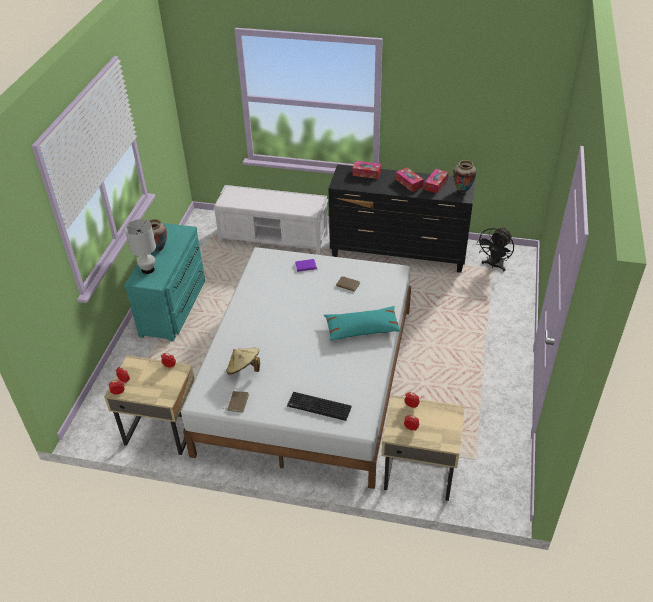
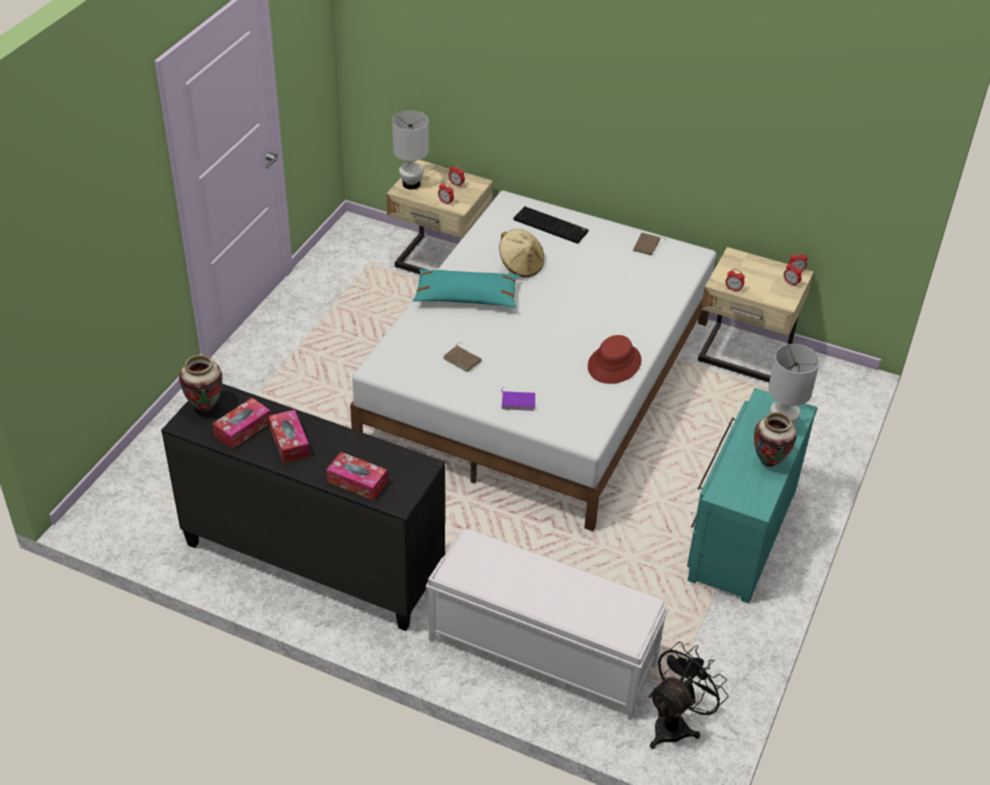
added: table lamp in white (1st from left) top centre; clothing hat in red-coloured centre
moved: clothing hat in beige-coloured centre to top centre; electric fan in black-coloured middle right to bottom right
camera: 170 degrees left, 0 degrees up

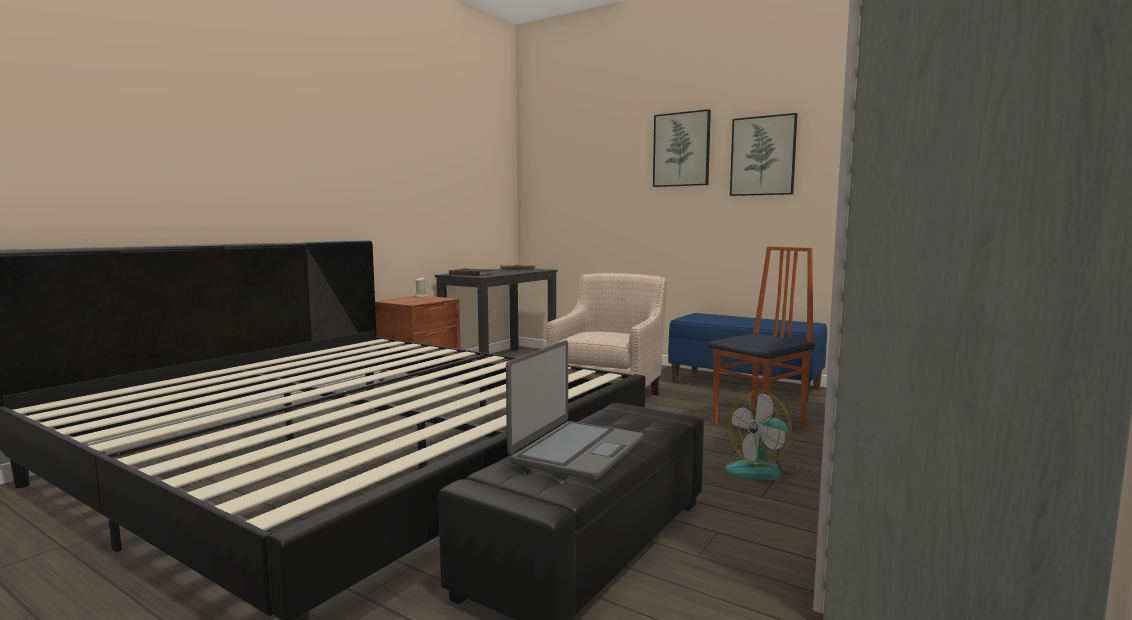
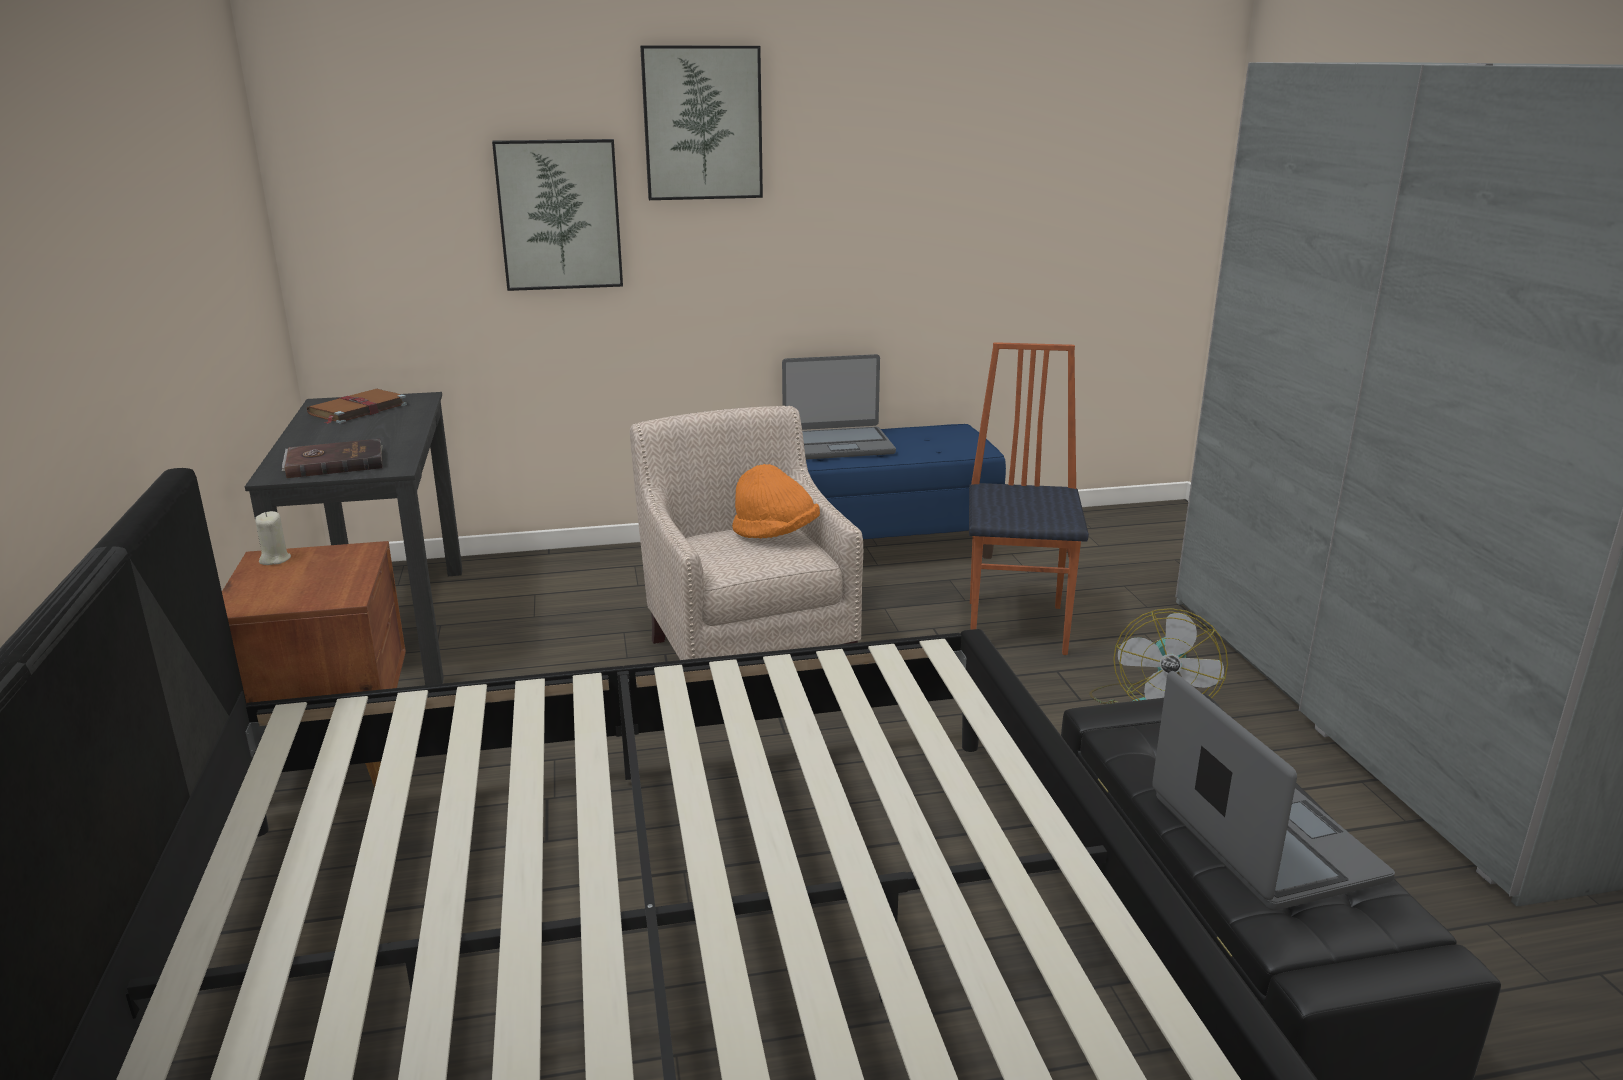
added: clothing hat in orange-coloured centre; notebook computer (1st from left) centre
moved: wall picture (2nd from left in the first image) top right to wall picture (1st from left) top centre
camera: 45 degrees left, 15 degrees up

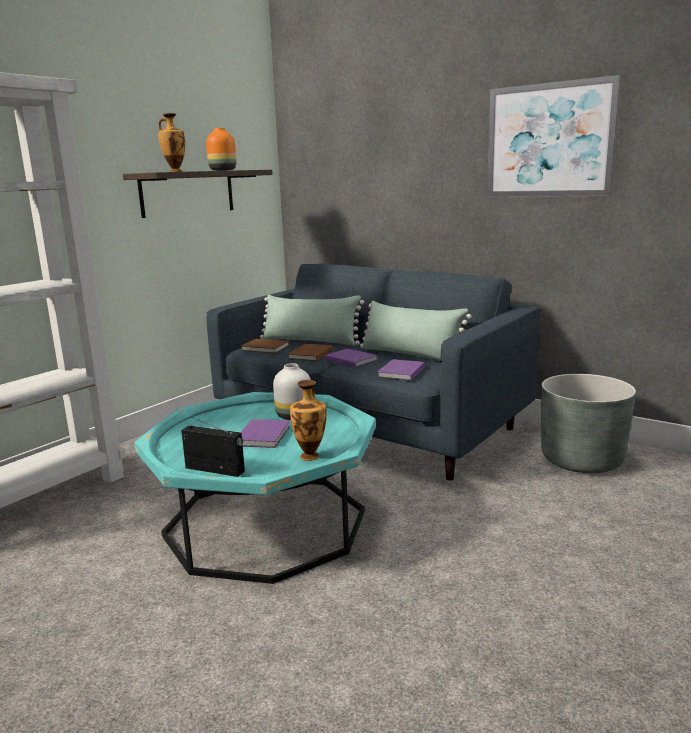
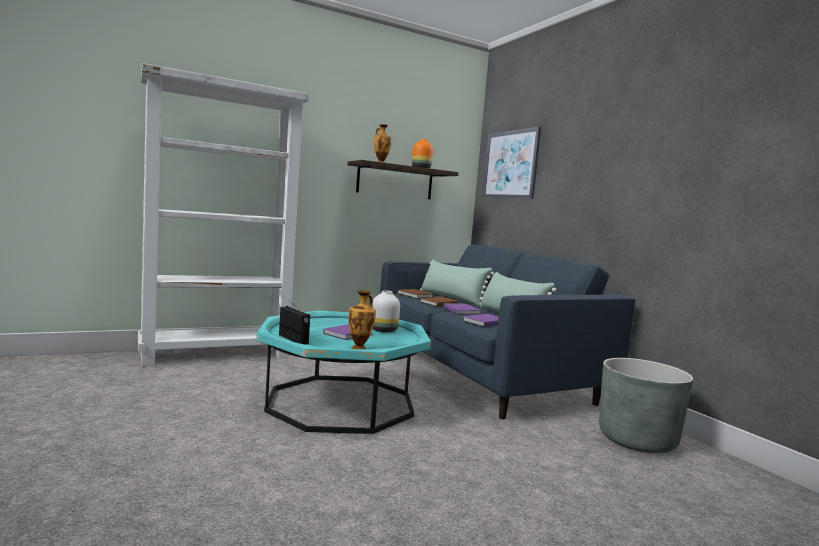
moved: wall picture top right to top centre
camera: 25 degrees right, 10 degrees down

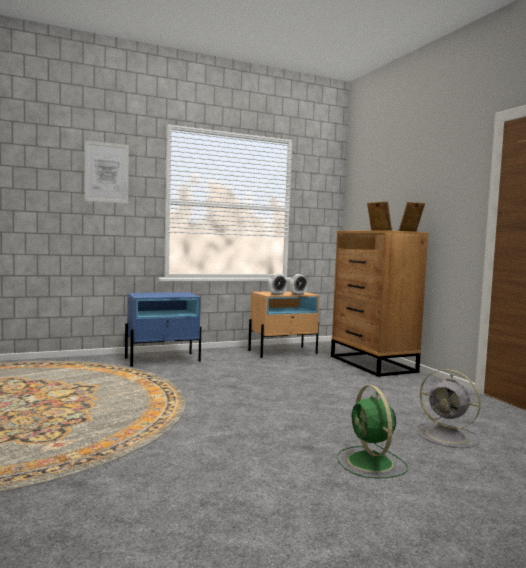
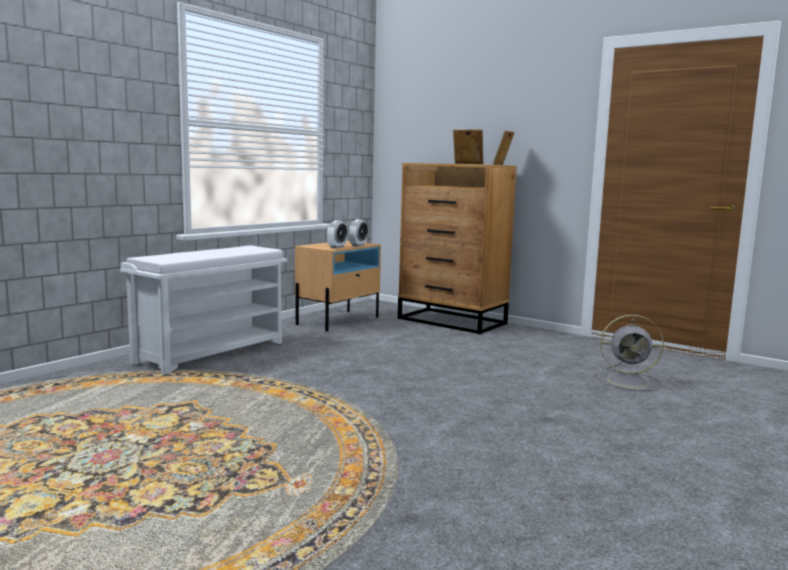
removed: wall picture top left; electric fan in green bottom right
replaced: nightstand in bluish middle left to bench in white middle left
camera: 30 degrees left, 5 degrees up

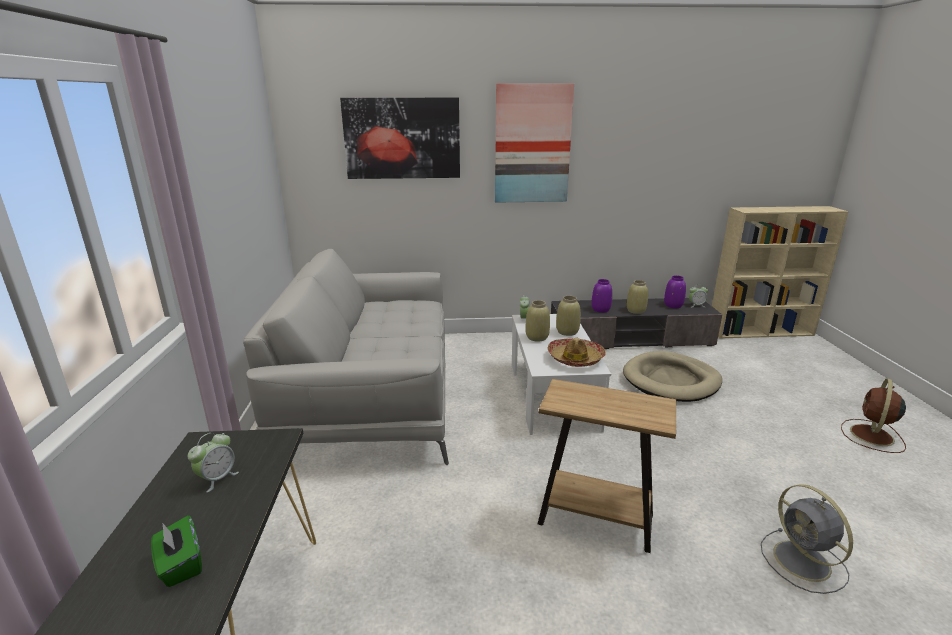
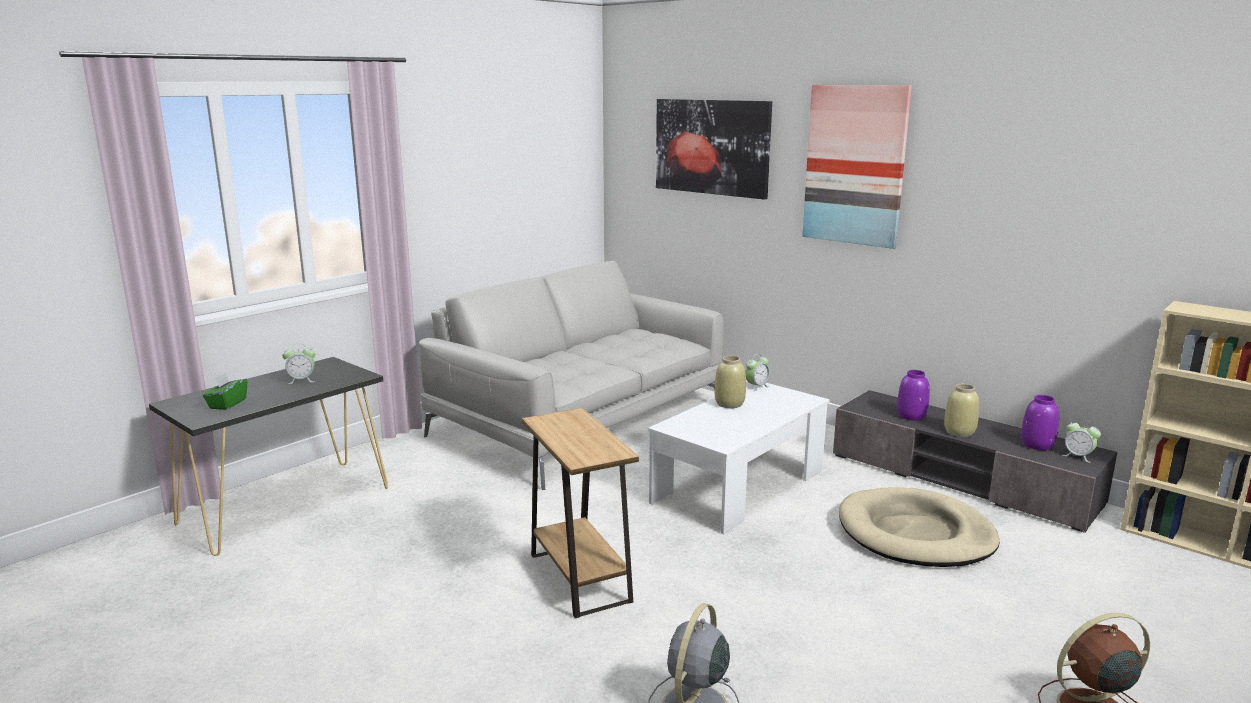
removed: clothing hat centre; decorative vase in beige-coloured (2nd from left) centre
camera: 45 degrees right, 5 degrees down

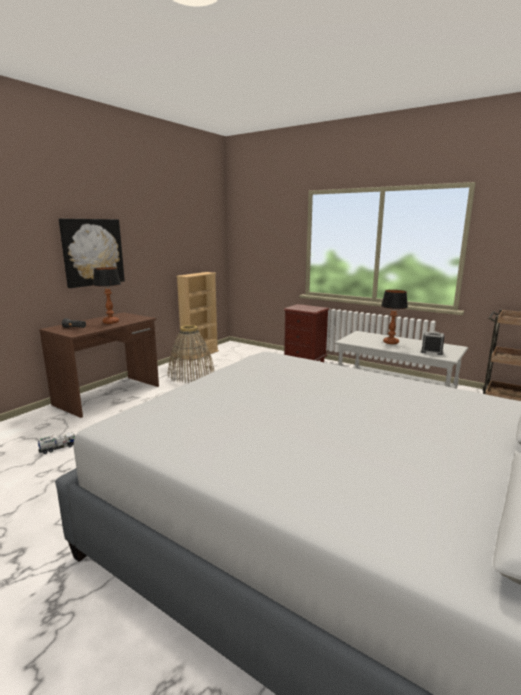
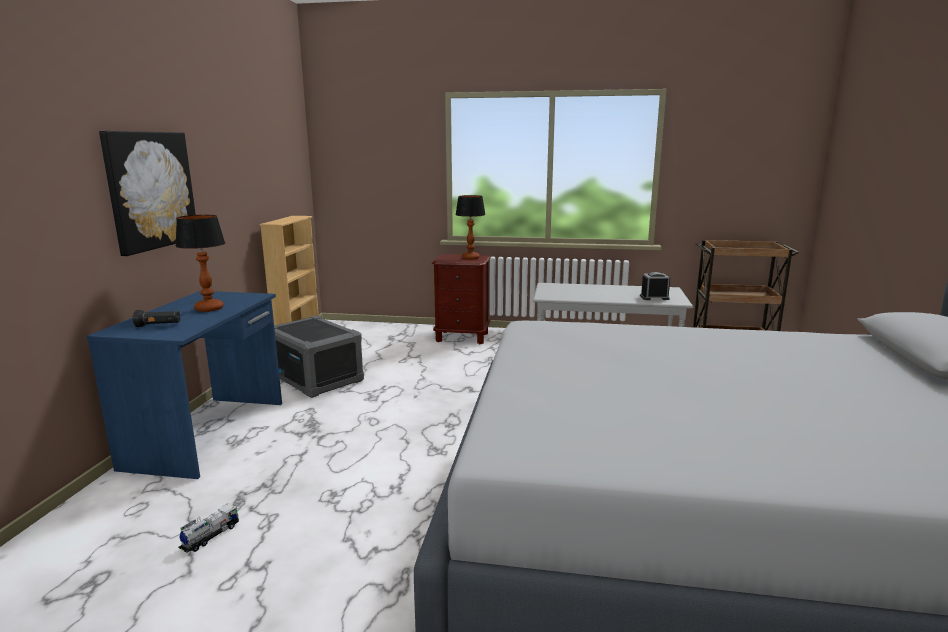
moved: table lamp (2nd from left) middle right to centre
replaced: storage basket centre to storage bin in grey centre
recoloured: desk unit in brownish middle left to desk unit in bluish middle left
camera: 25 degrees left, 0 degrees up

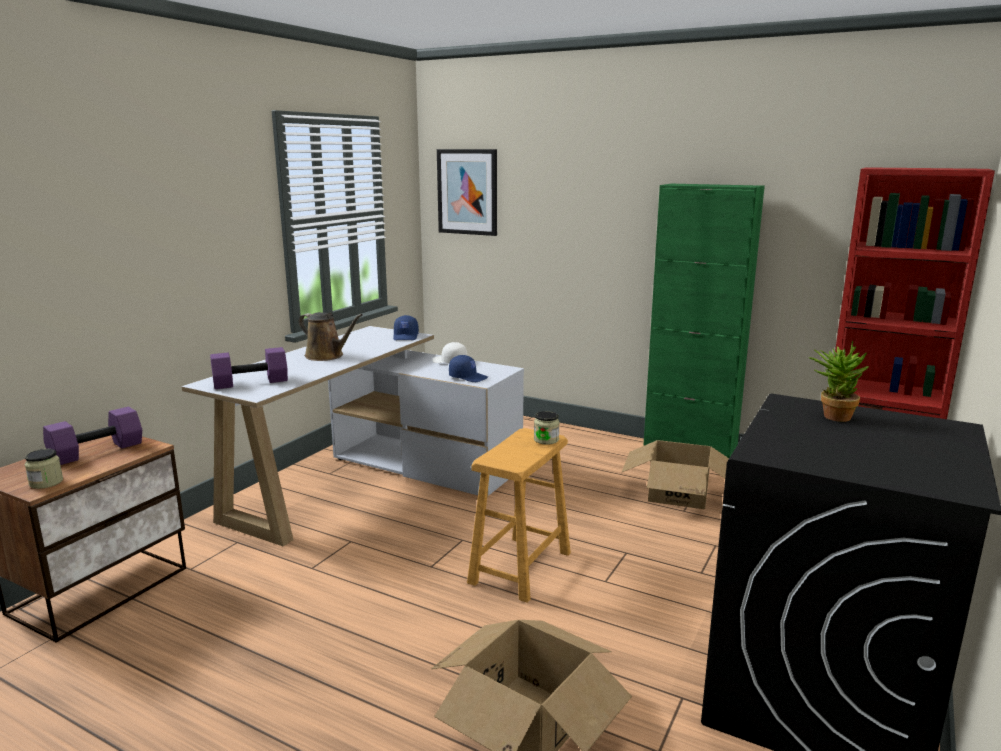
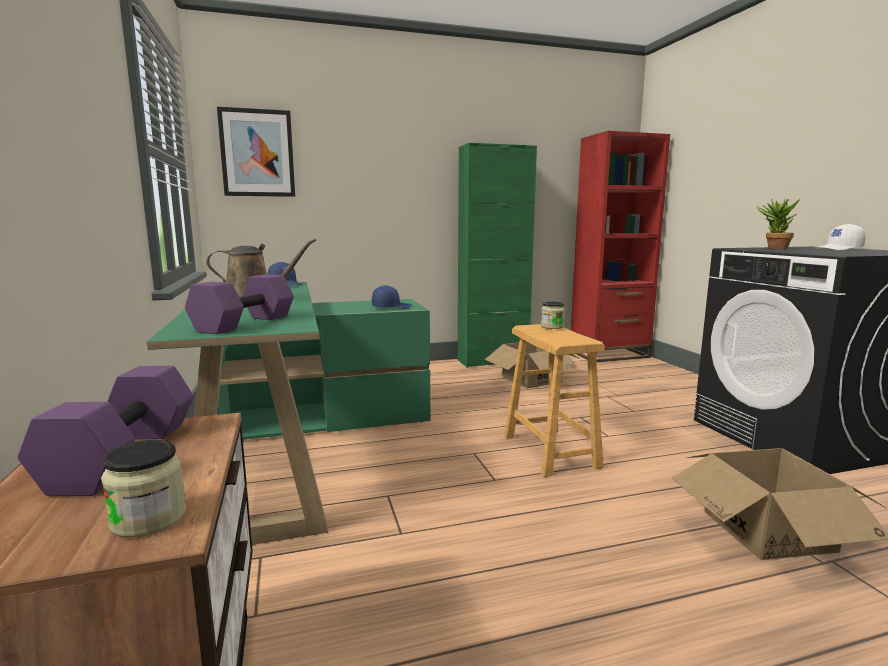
moved: peaked cap in white centre to middle right
recoloured: desk unit in white centre to desk unit in green middle left
camera: 45 degrees left, 5 degrees down

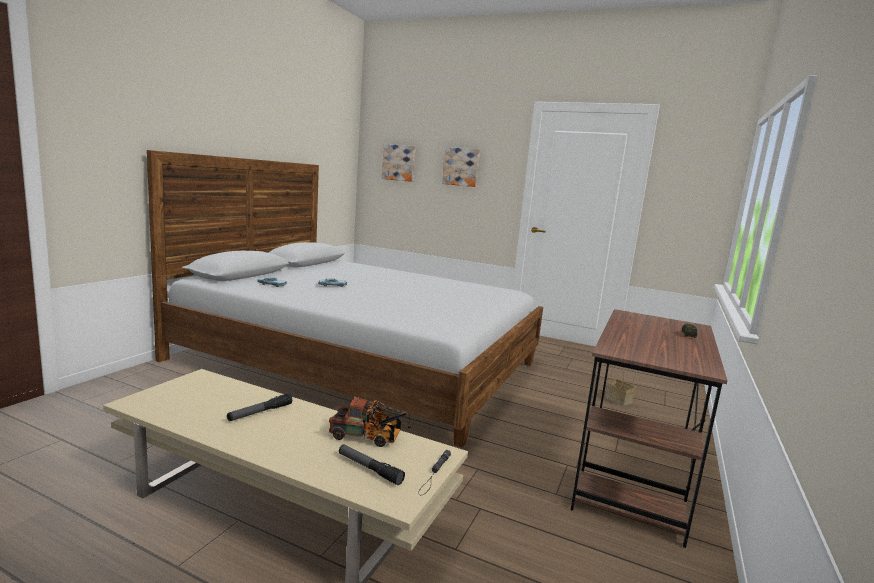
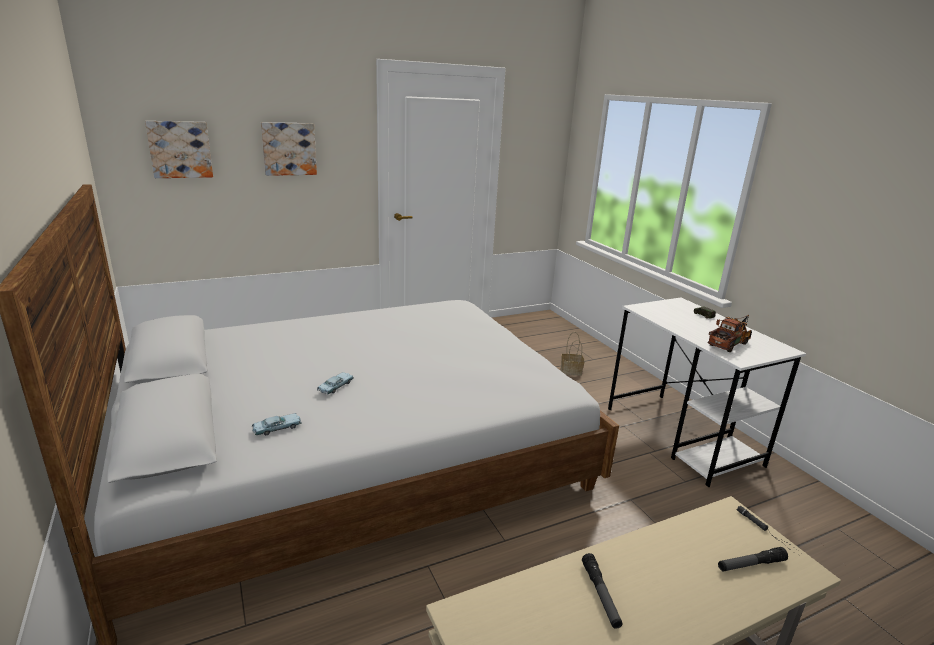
moved: model truck bottom centre to middle right
recoloured: desk unit in brownish bottom right to desk unit in white middle right
camera: 50 degrees left, 10 degrees up

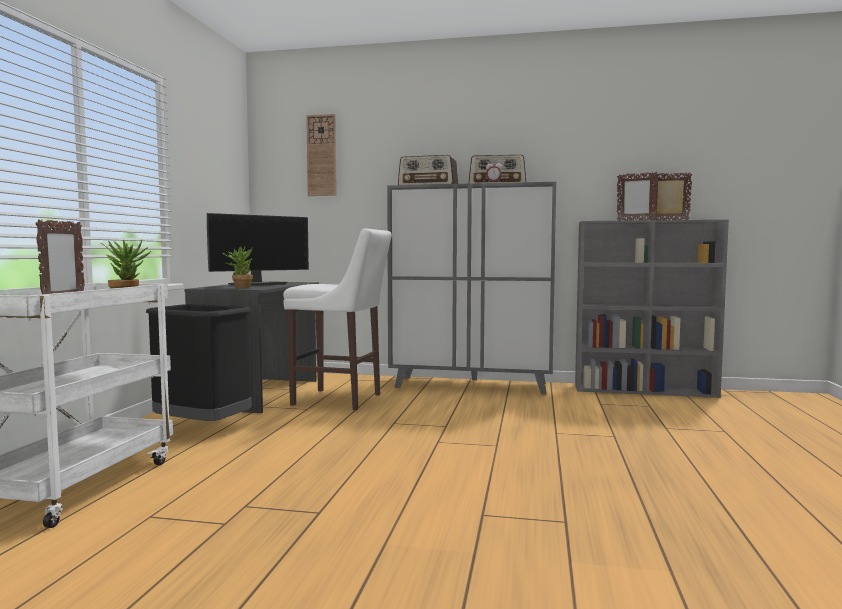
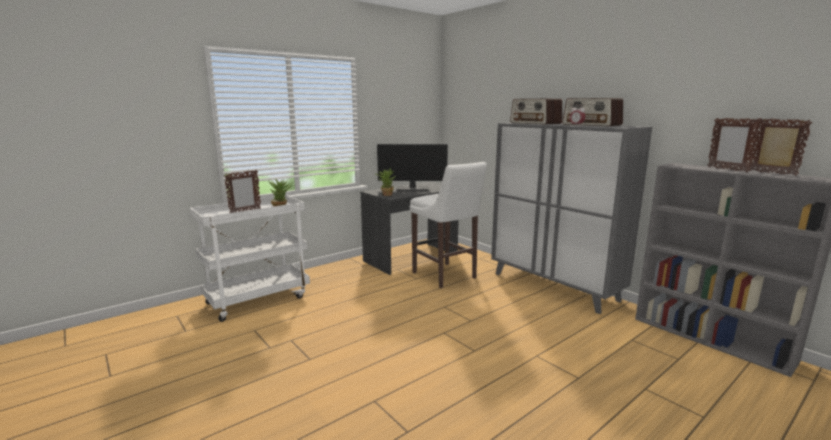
removed: rubbish bin in black-coloured middle left; wall clock top centre
camera: 40 degrees right, 10 degrees up

